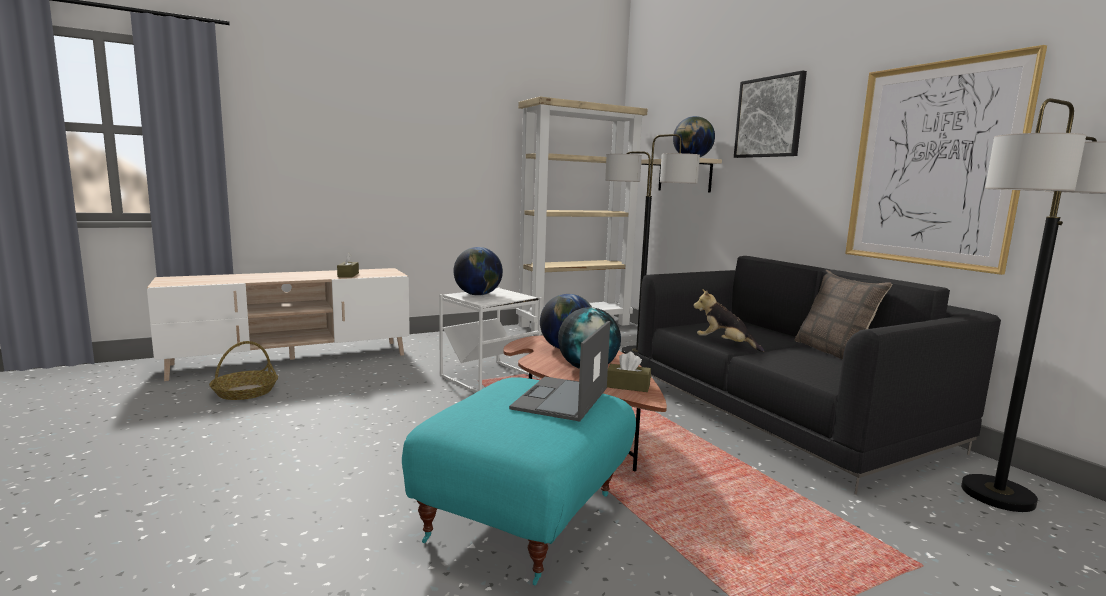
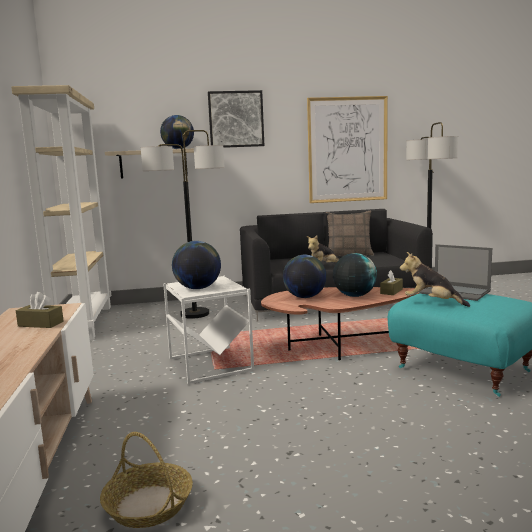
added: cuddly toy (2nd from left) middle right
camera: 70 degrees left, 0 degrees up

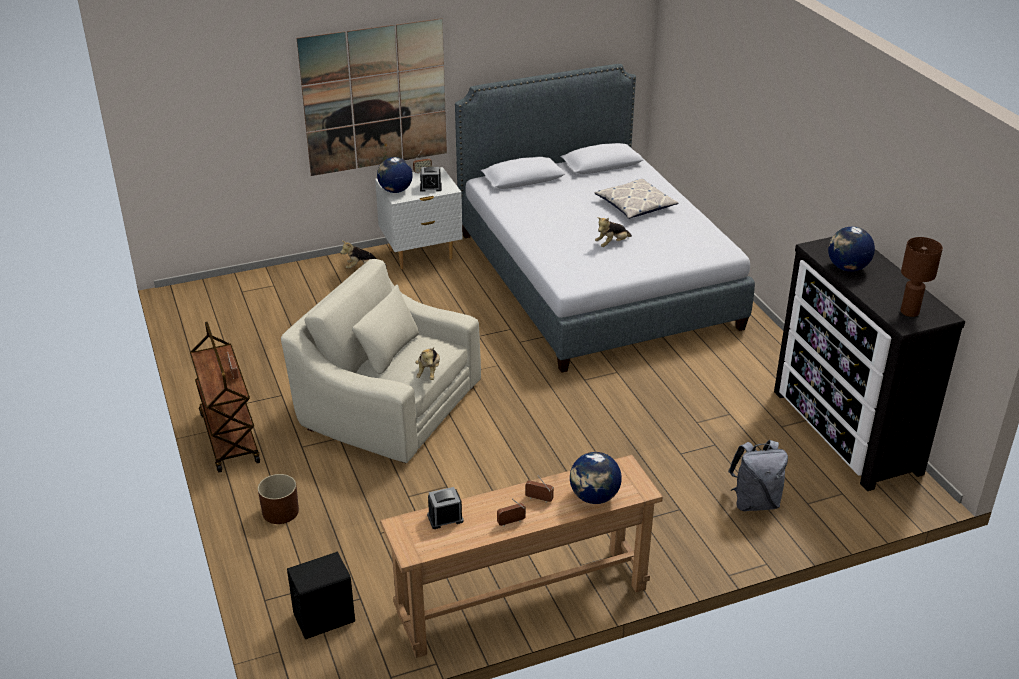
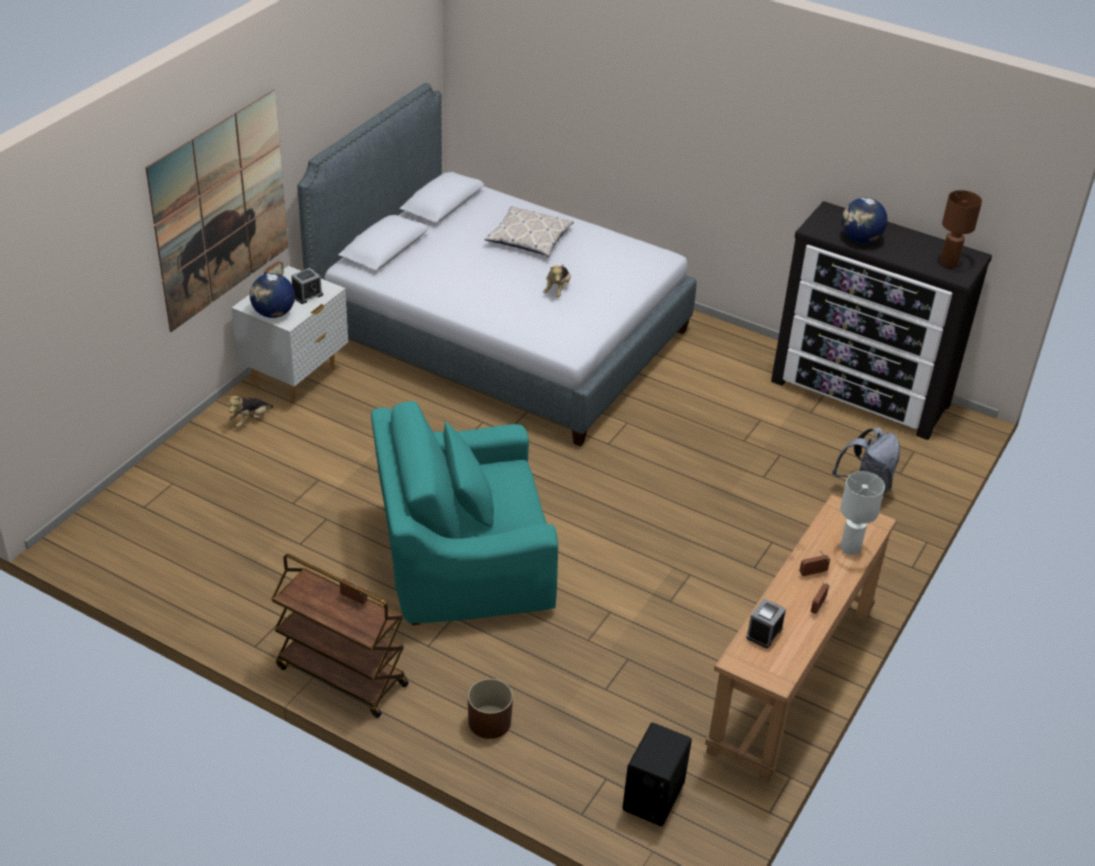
removed: cuddly toy (2nd from left) centre
replaced: desk globe (2nd from left) bottom centre to table lamp in white middle right
recoloured: easy chair in beige-coloured centre to easy chair in turquoise centre
camera: 40 degrees left, 5 degrees up

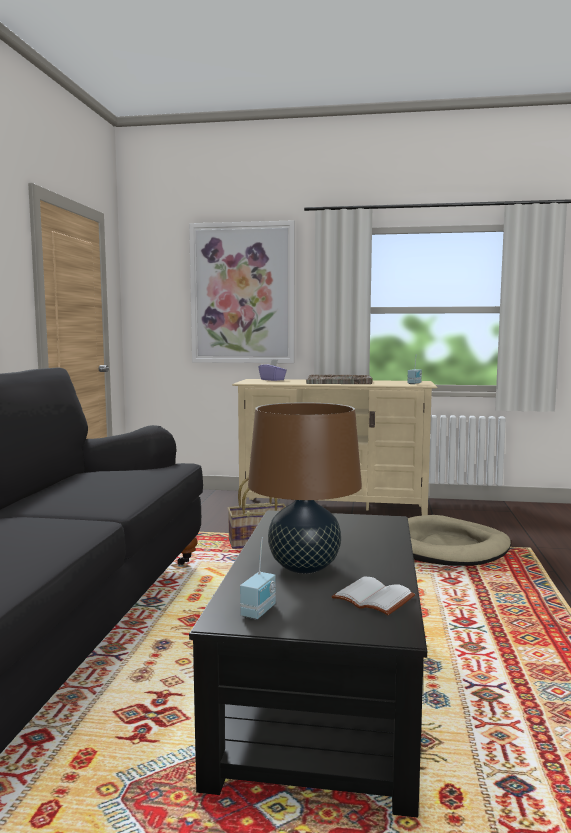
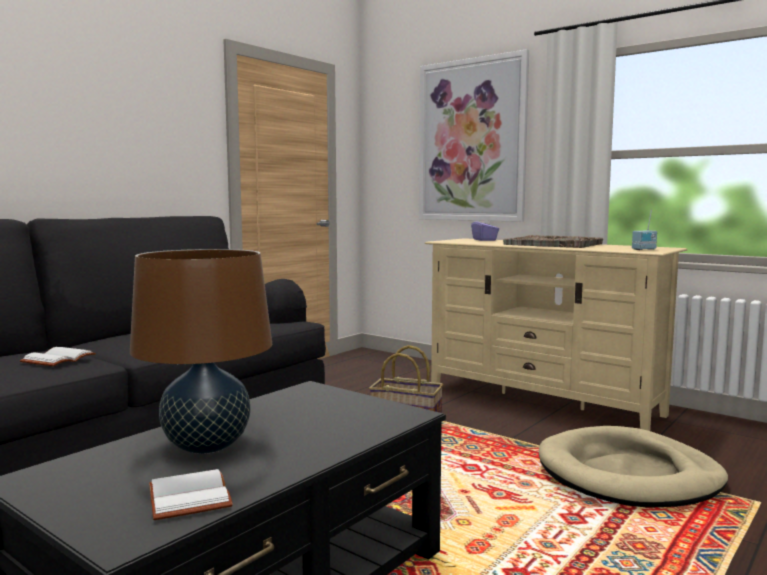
removed: radio receiver (1st from left) bottom centre
added: bound book in white (1st from left) middle left
camera: 30 degrees right, 0 degrees up

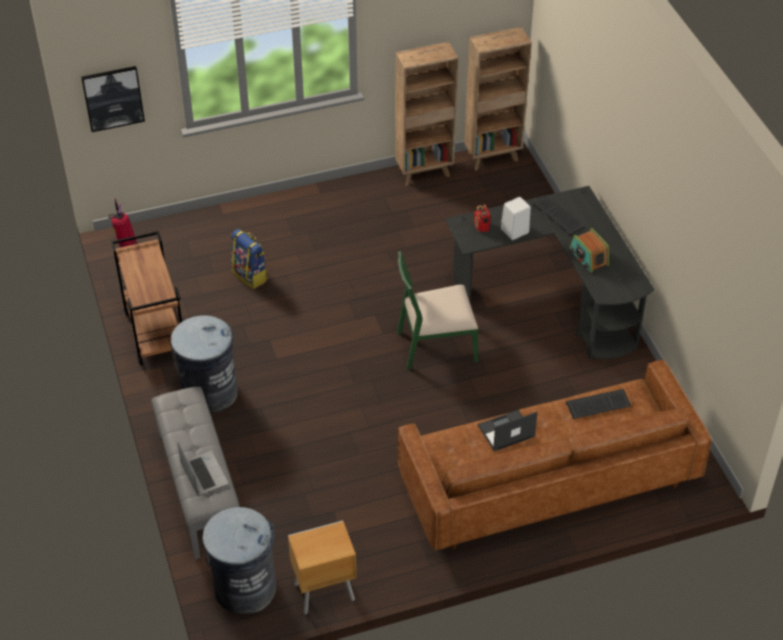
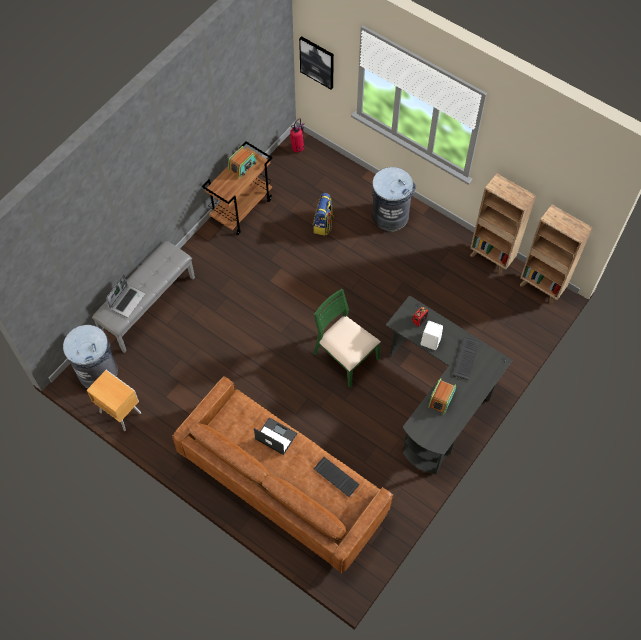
added: radio receiver (1st from left) top centre
moved: rubbish bin in grey (1st from left in the first image) middle left to rubbish bin in grey (2nd from left) top centre
camera: 55 degrees right, 15 degrees up

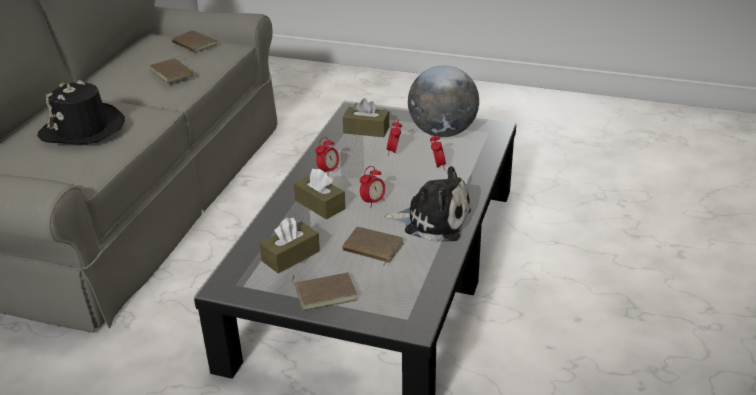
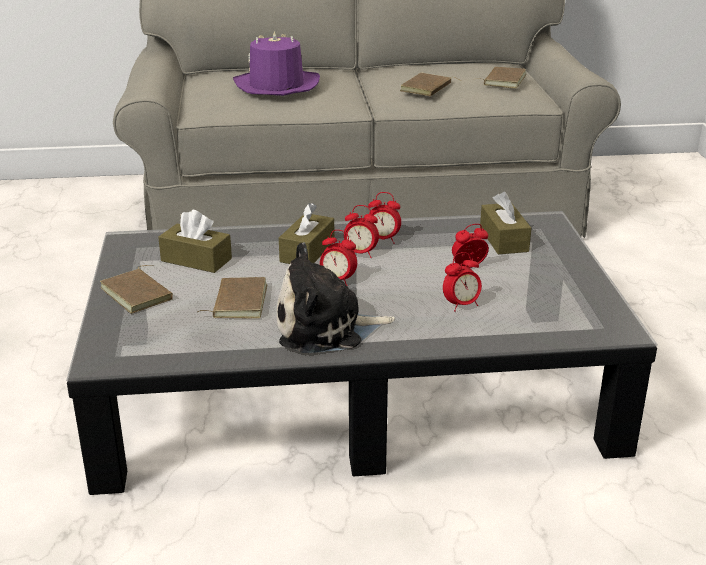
removed: desk globe top centre
added: bedside clock (2nd from left) centre
recoloured: clothing hat in black-coloured top left to clothing hat in purple top centre
turned: cuddly toy centre = centre 90 degrees clockwise
camera: 65 degrees right, 5 degrees down

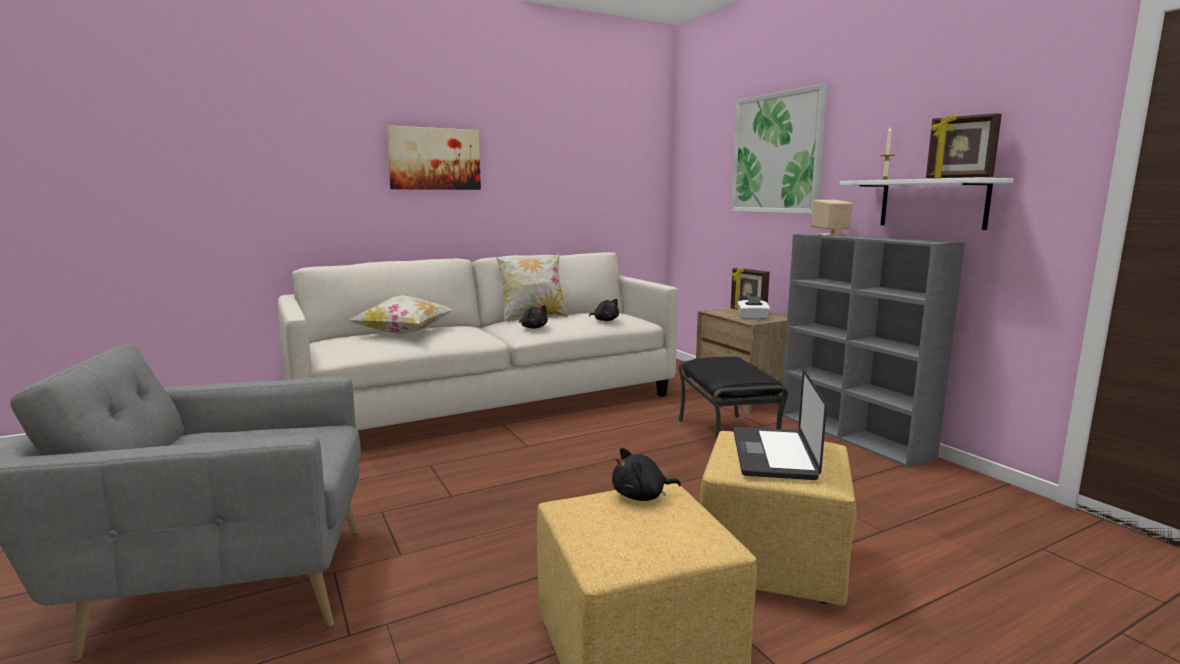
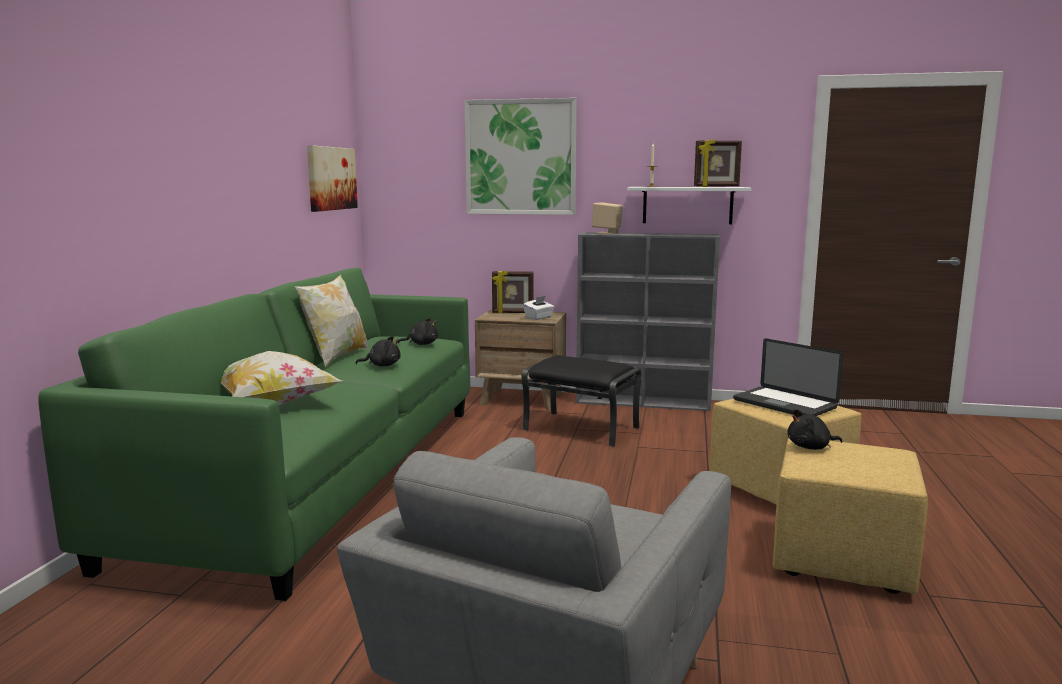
moved: wall picture (1st from left) top centre to top left
recoloured: sofa in white centre to sofa in green middle left
turned: cuddly toy in black-coloured (3rd from left) bottom centre = middle right 60 degrees clockwise
camera: 50 degrees left, 0 degrees up

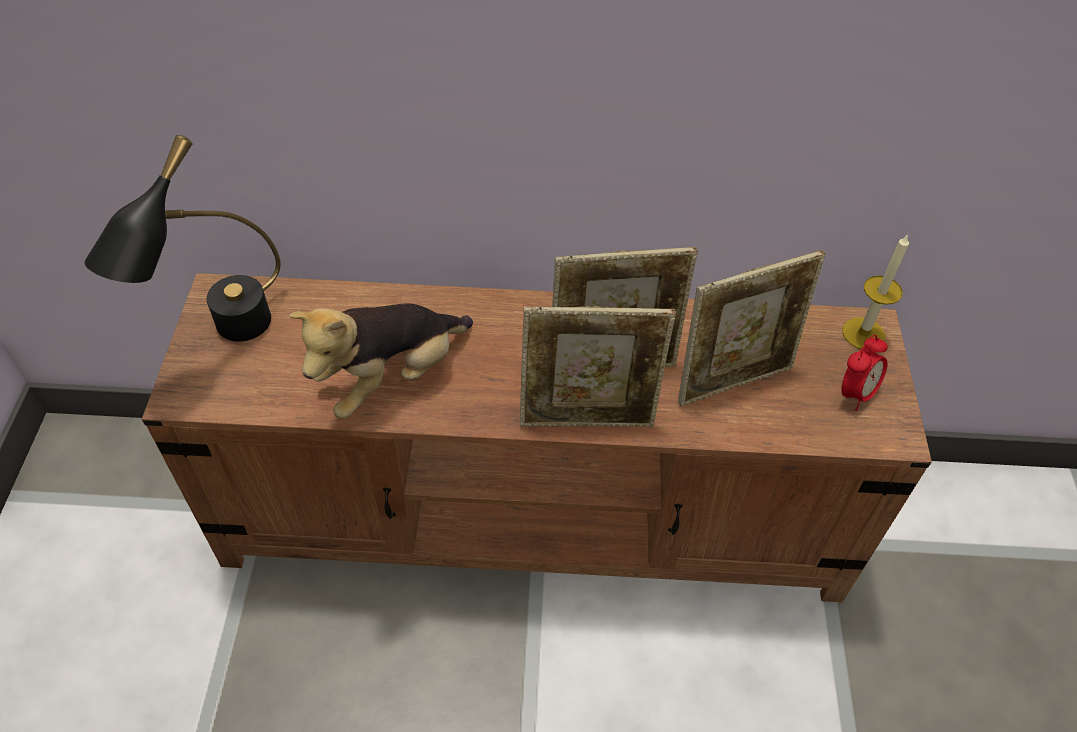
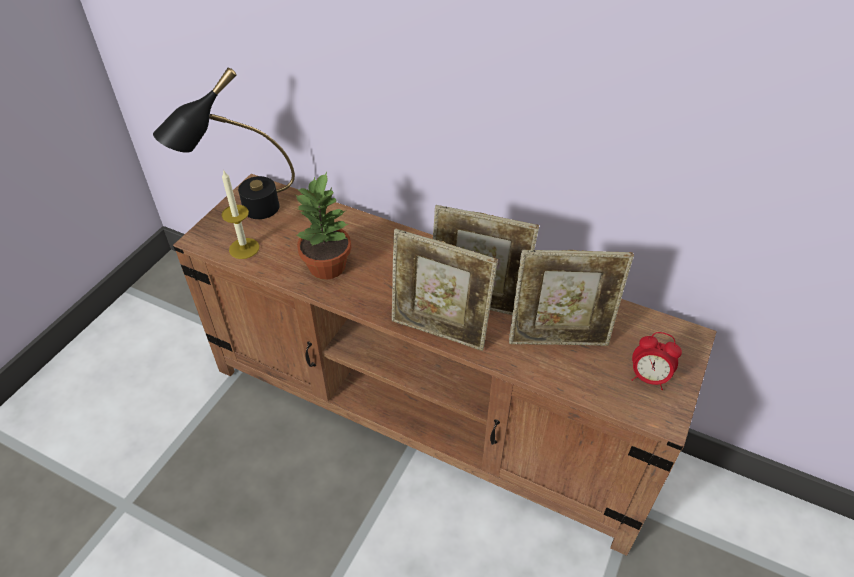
moved: candle middle right to middle left
replaced: cuddly toy centre to houseplant centre
turned: bedside clock middle right = middle right 45 degrees clockwise
camera: 25 degrees right, 5 degrees down

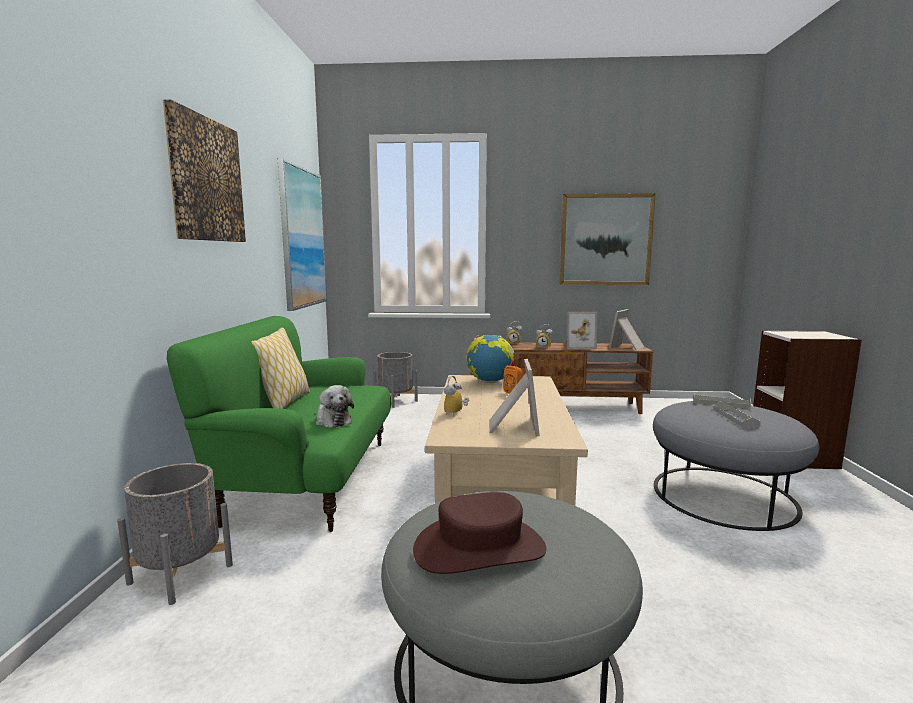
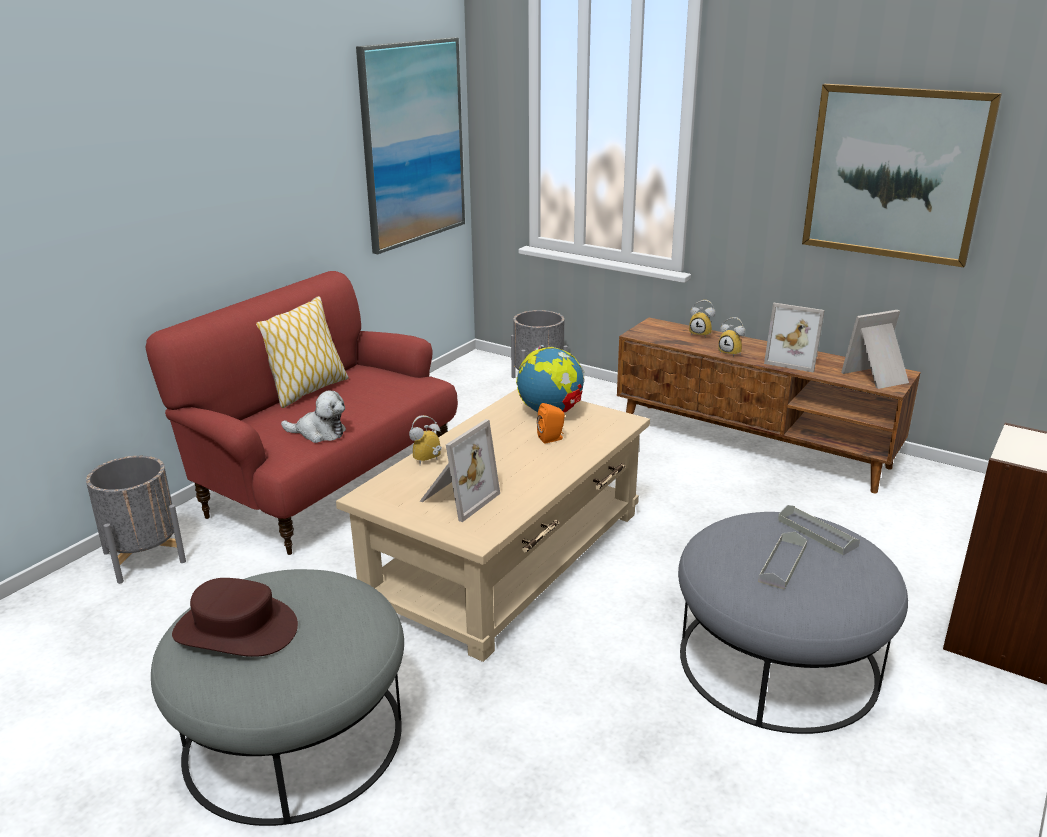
removed: wall picture (1st from left) top left
recoloured: sofa in green middle left to sofa in red-coloured middle left
turned: cuddly toy centre = middle left 75 degrees counterclockwise
camera: 30 degrees right, 15 degrees up

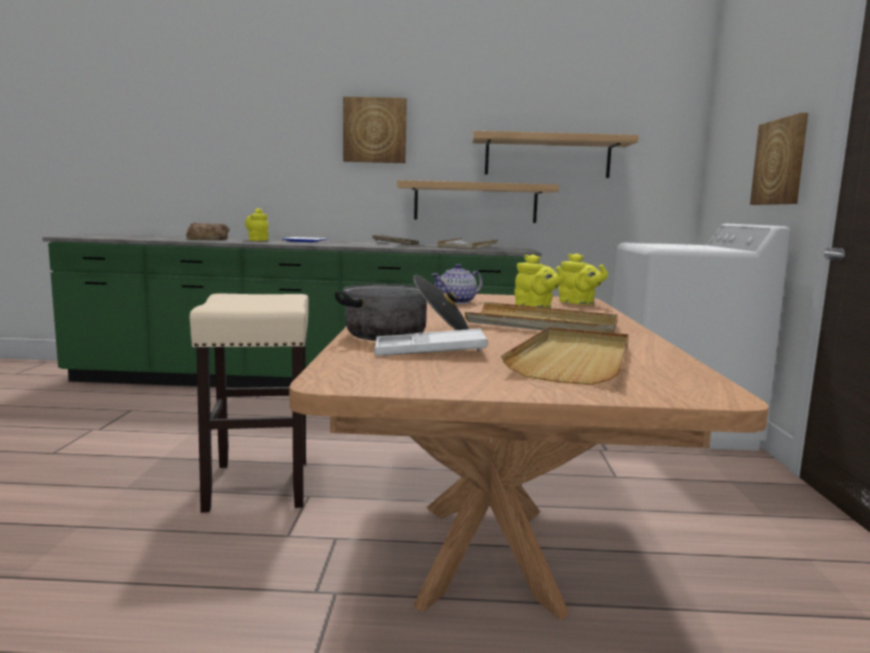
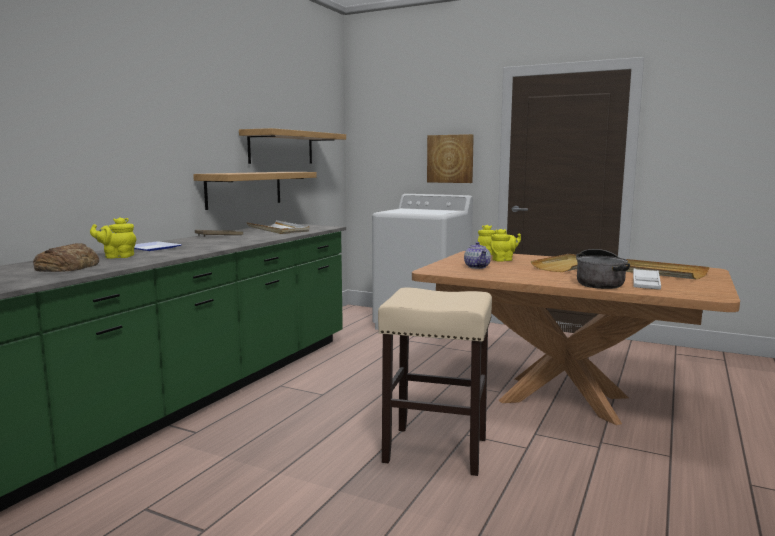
removed: wall picture (1st from left) top centre
camera: 65 degrees left, 0 degrees up

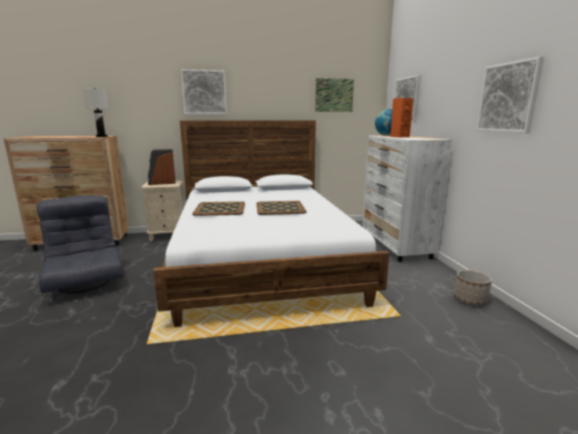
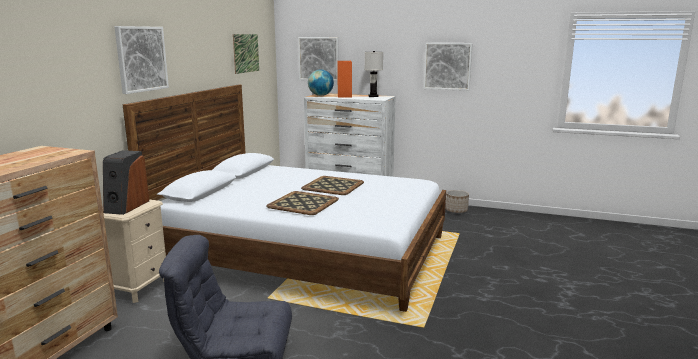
moved: table lamp in white top left to top centre
camera: 60 degrees left, 0 degrees up

